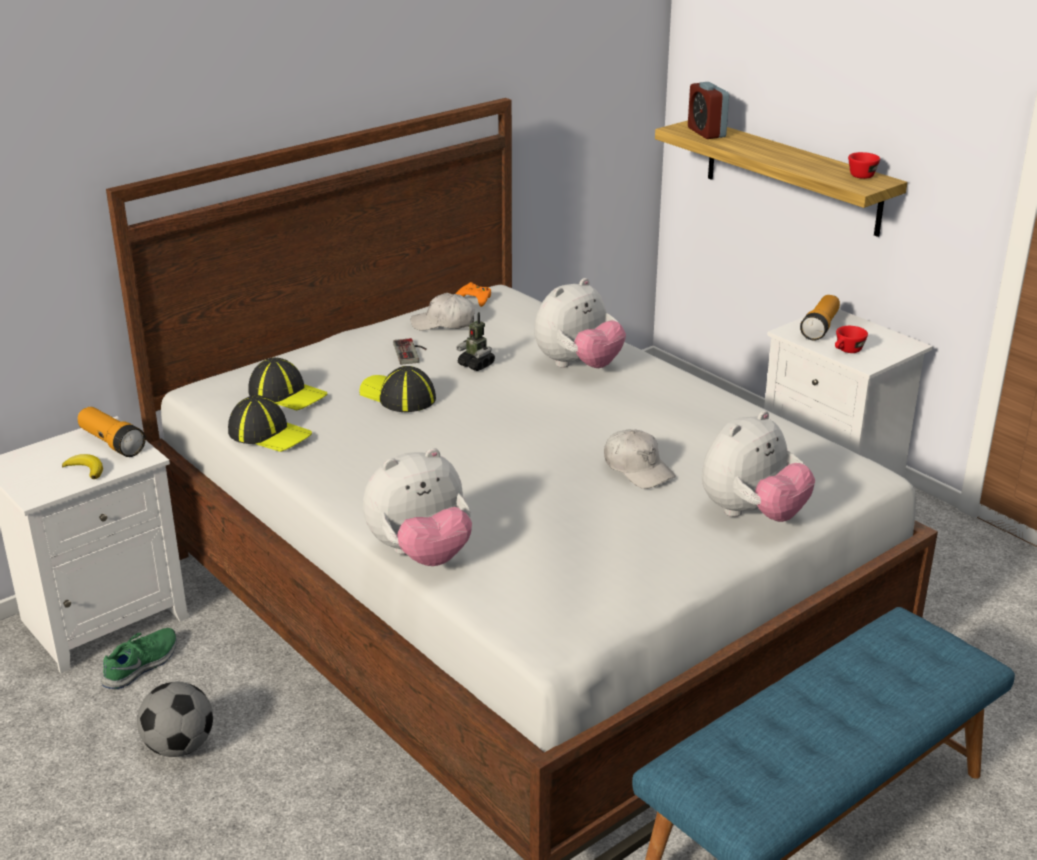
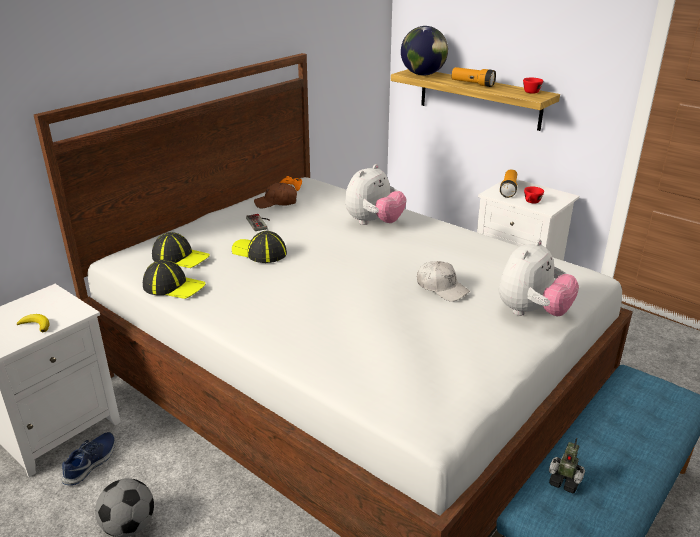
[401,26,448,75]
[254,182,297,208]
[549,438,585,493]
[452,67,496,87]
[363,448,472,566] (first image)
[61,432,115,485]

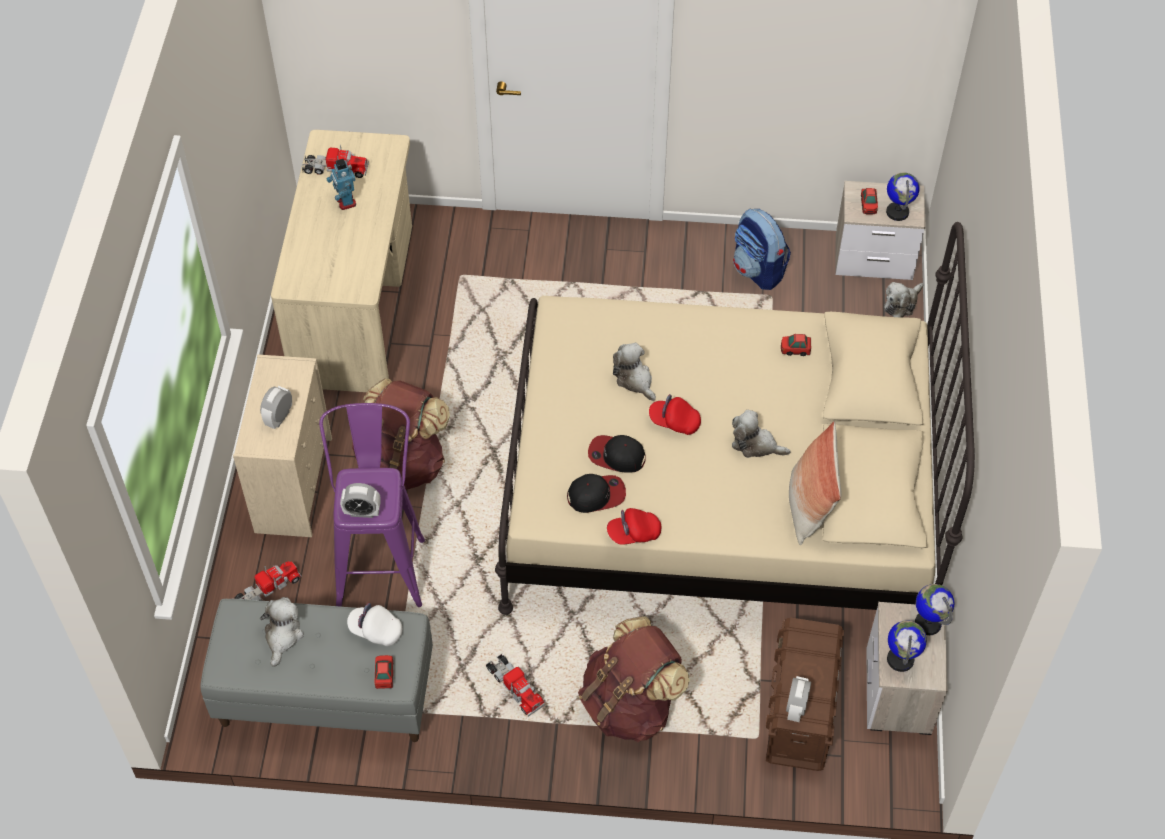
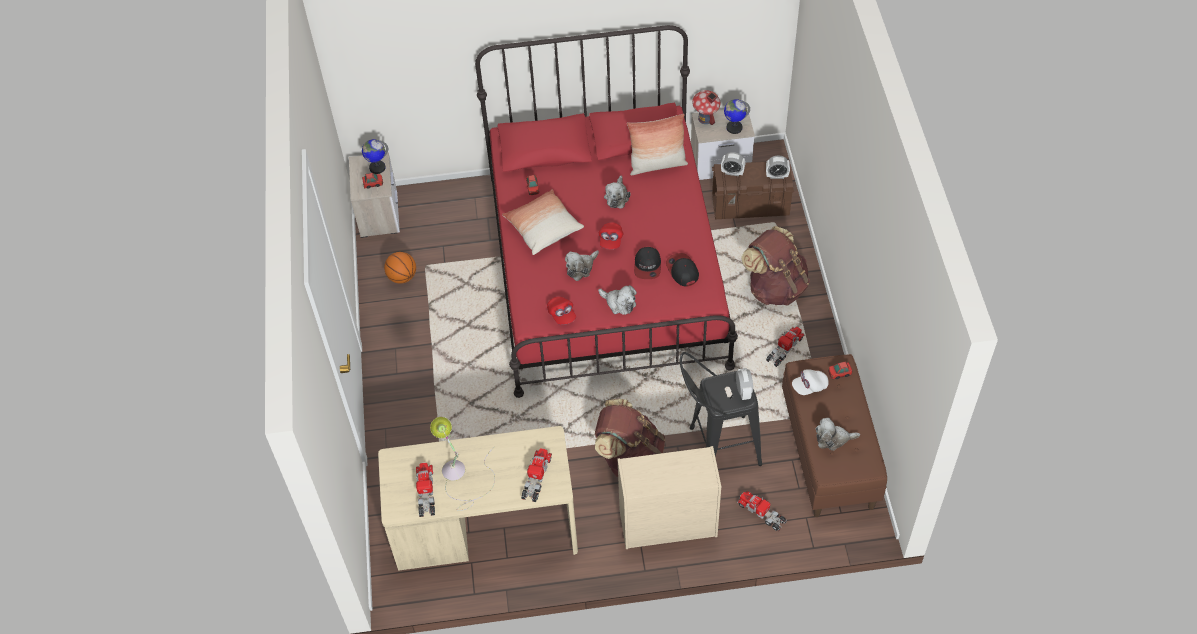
[430,417,495,511]
[384,252,416,284]
[475,25,738,398]
[598,285,637,315]
[721,152,746,176]
[680,352,762,466]
[547,297,576,325]
[692,90,721,125]
[782,354,887,517]
[792,369,829,395]
[502,189,584,255]
[521,448,552,502]

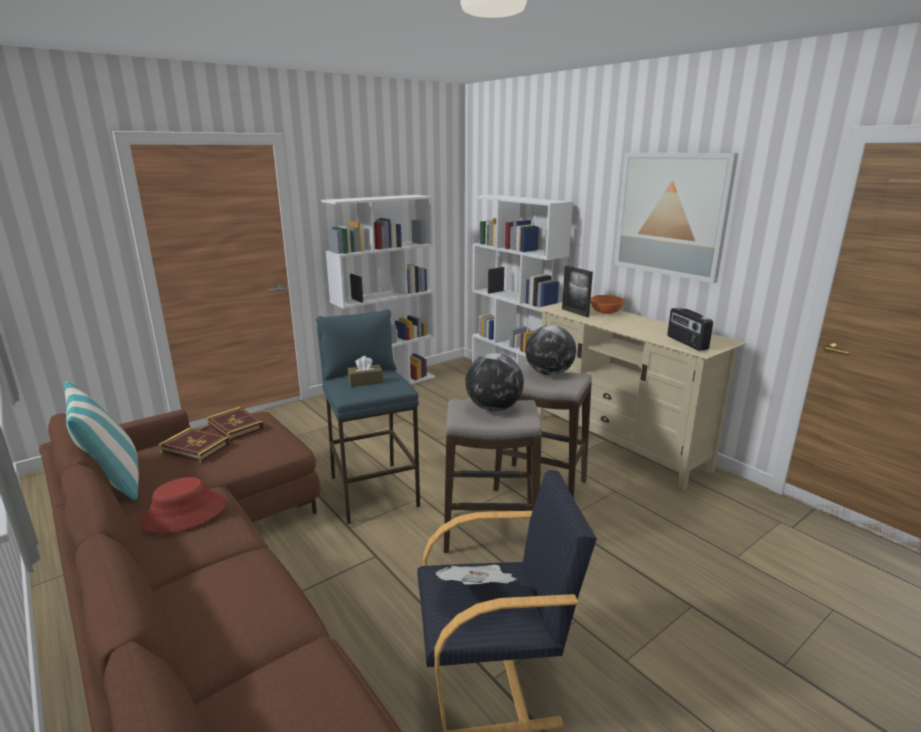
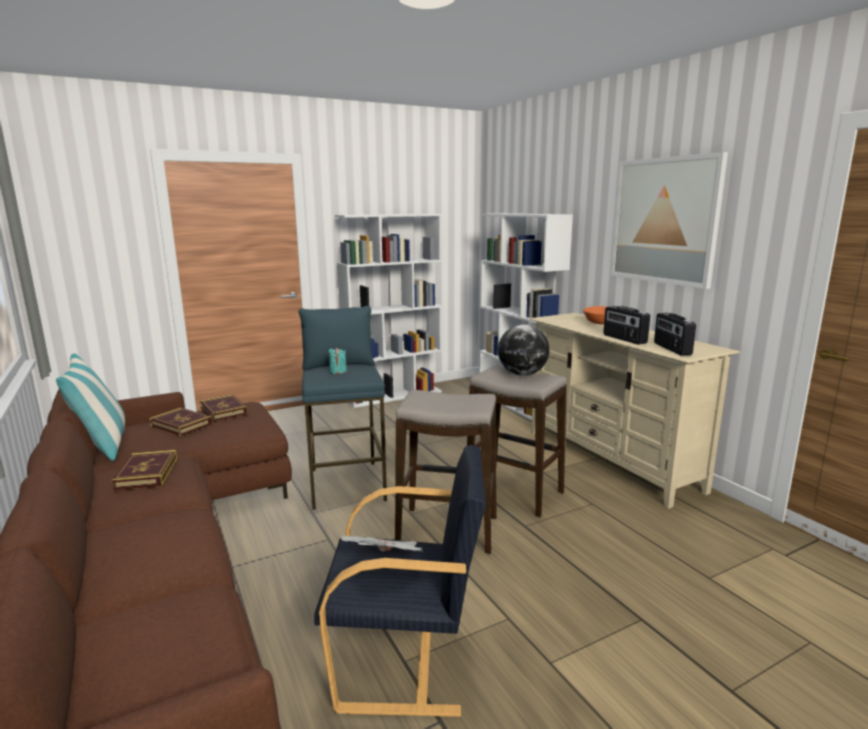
[562,266,593,317] (first image)
[465,353,524,411] (first image)
[328,348,347,374]
[112,450,177,491]
[603,306,650,345]

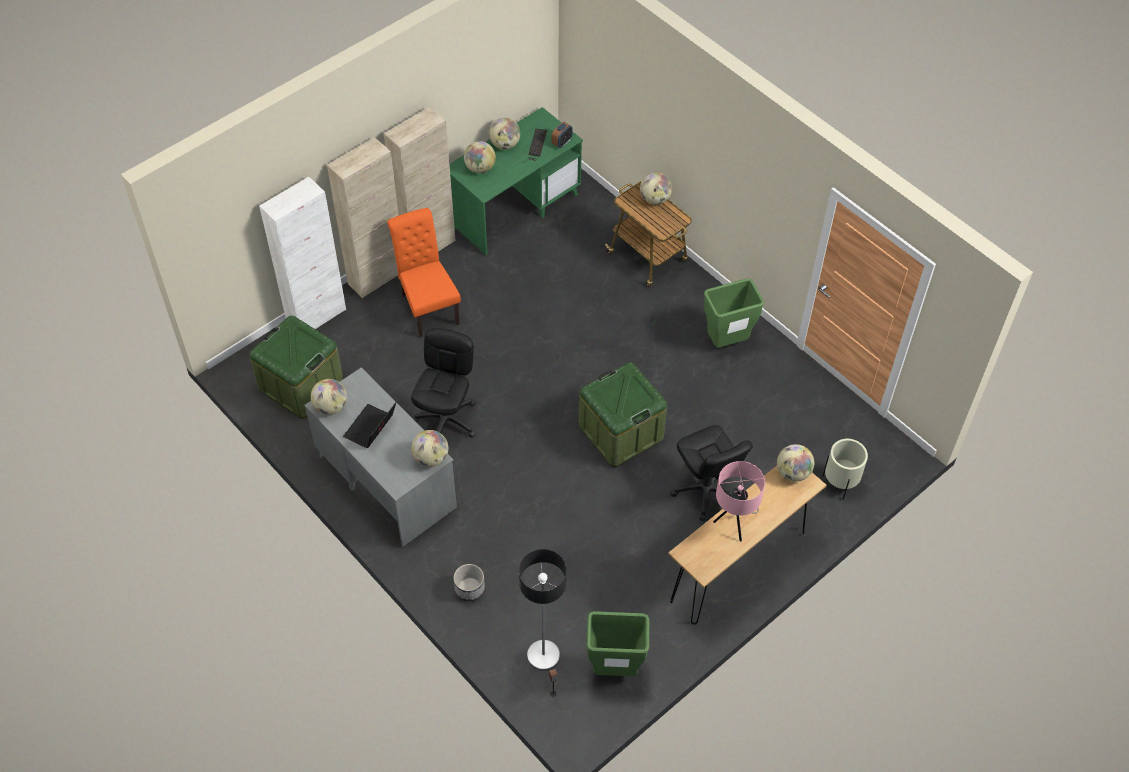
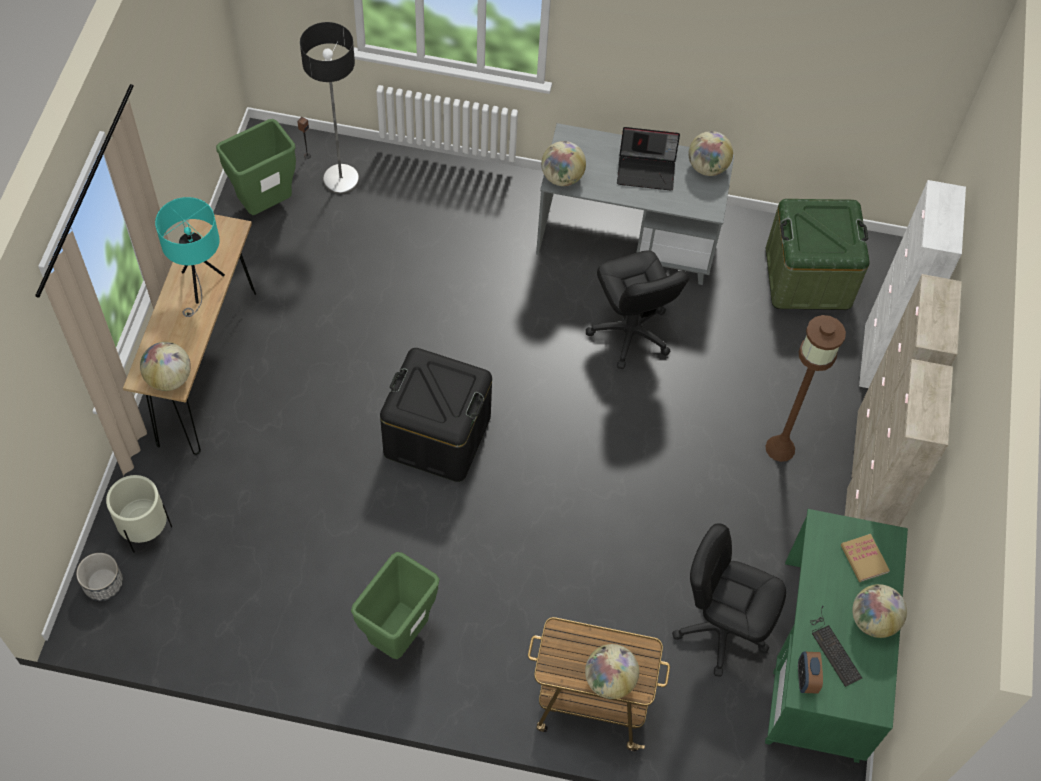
[841,534,890,582]
[765,315,846,462]
[380,348,492,482]
[617,127,680,191]
[672,523,786,677]
[155,197,225,317]
[76,553,123,602]

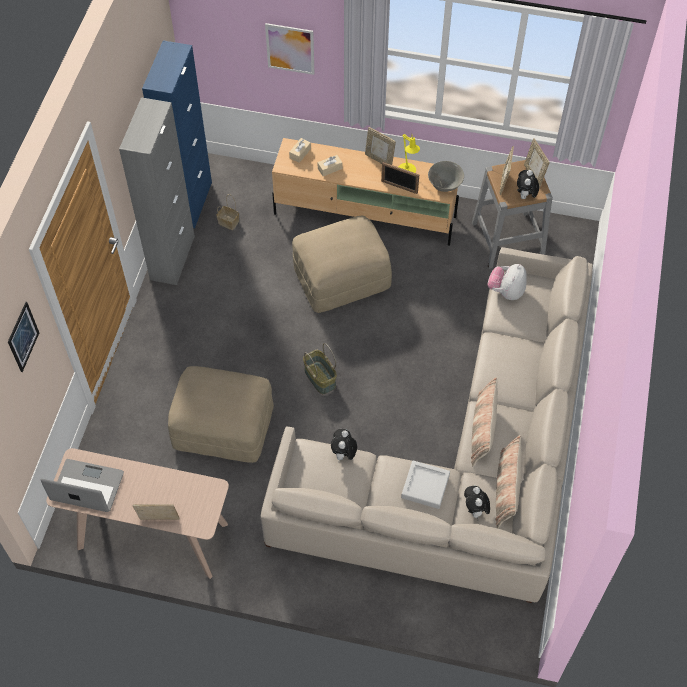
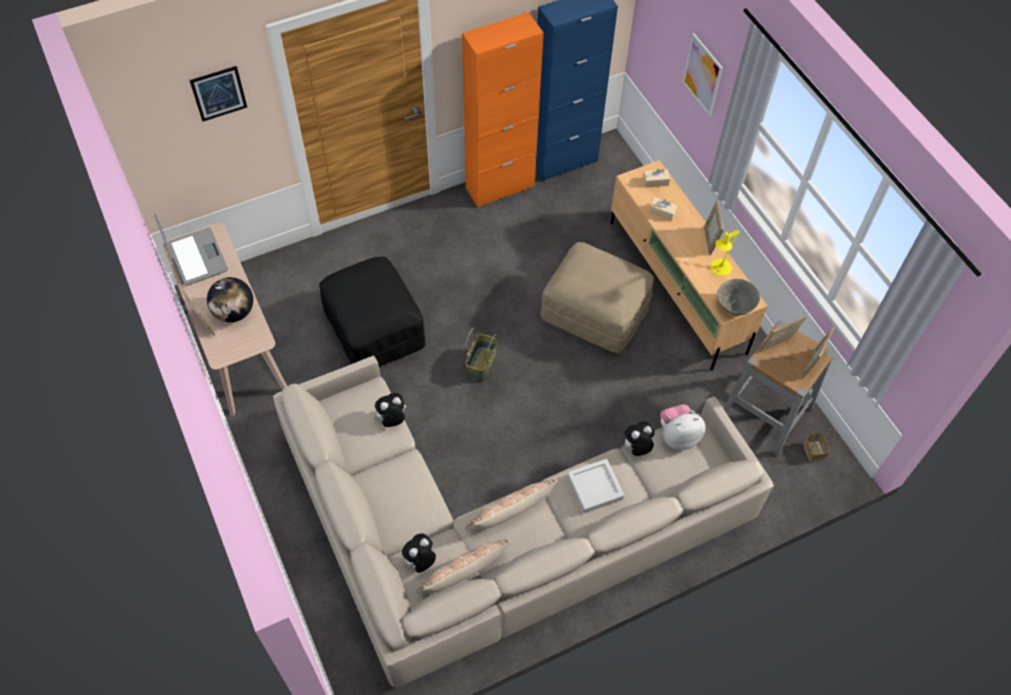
[462,12,544,207]
[381,162,419,194] (first image)
[622,421,655,456]
[803,427,836,462]
[319,256,425,367]
[567,459,624,513]
[207,277,253,322]

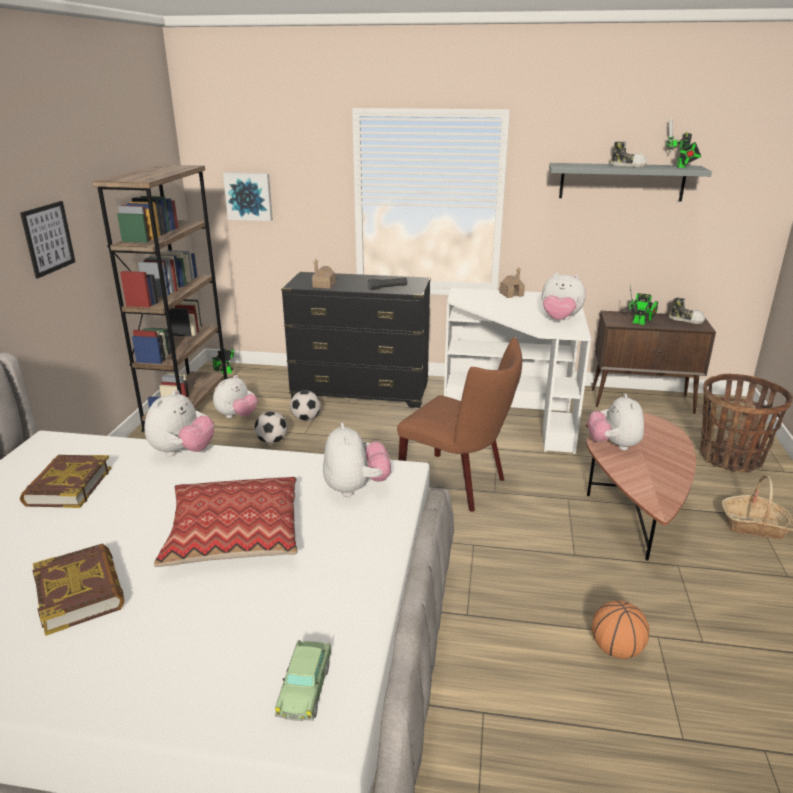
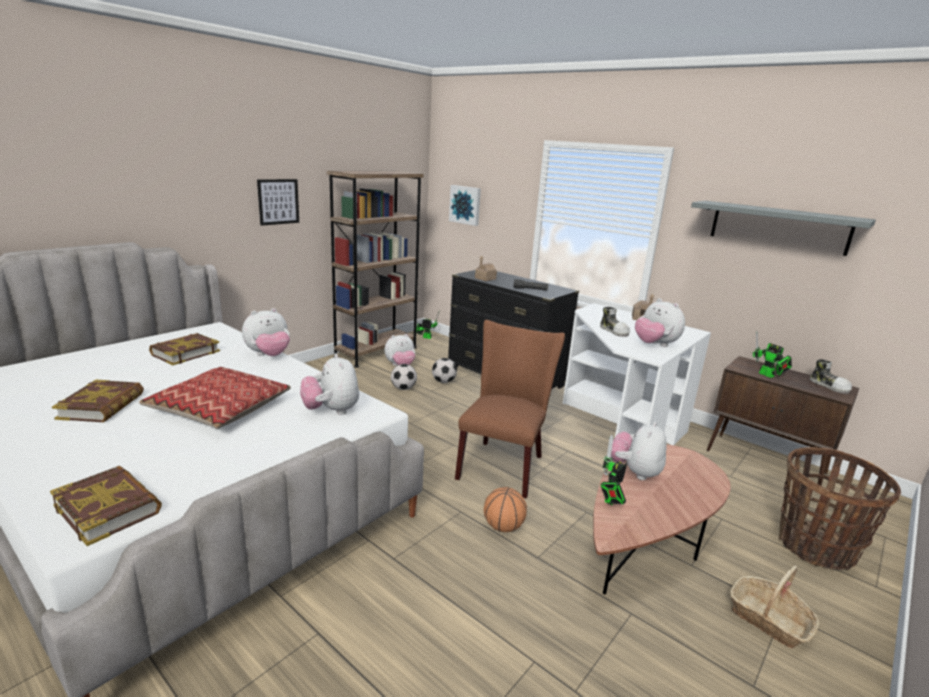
[600,435,627,505]
[600,307,630,337]
[455,320,565,498]
[300,353,359,415]
[484,487,527,532]
[50,466,162,546]

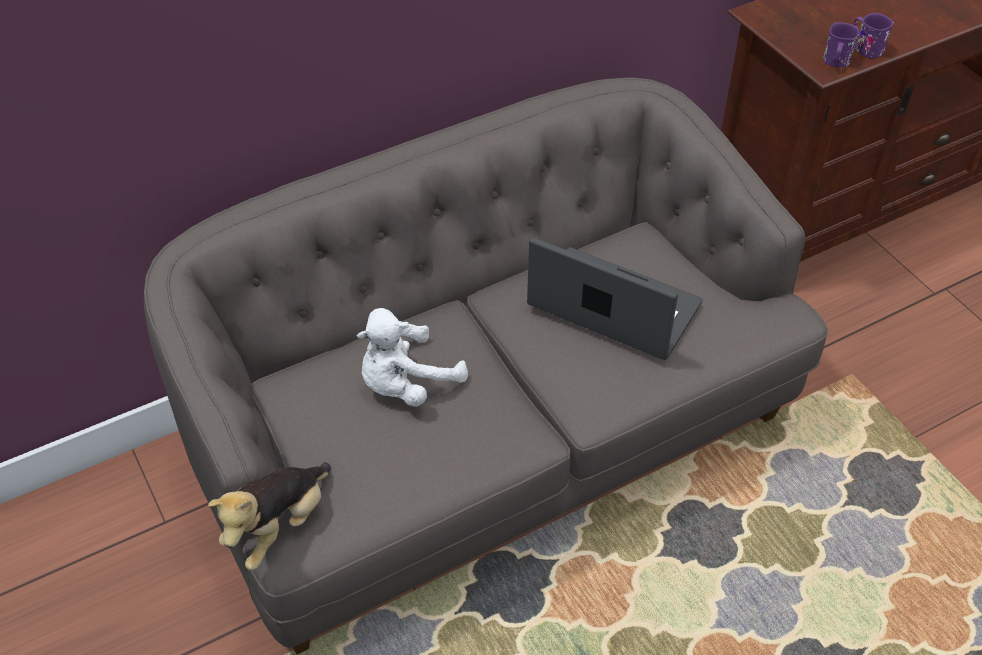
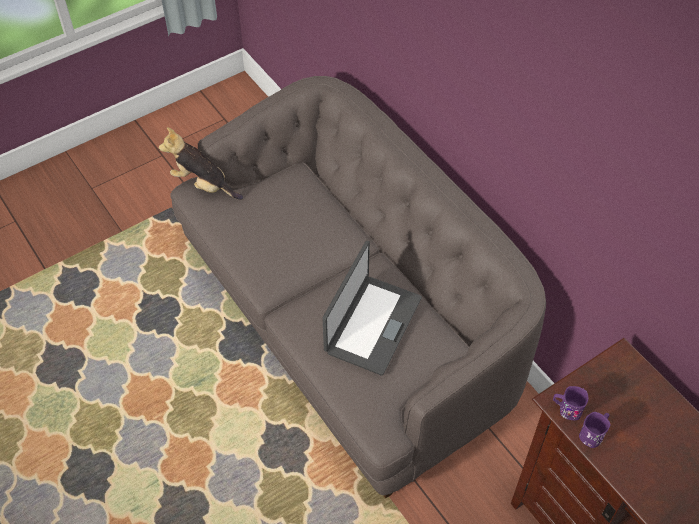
[357,308,468,407] (first image)

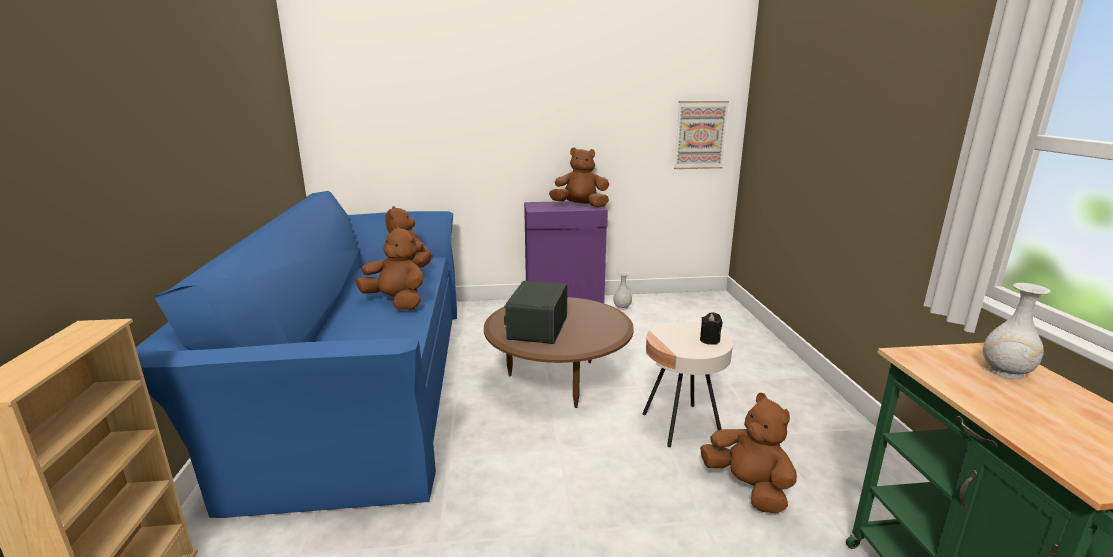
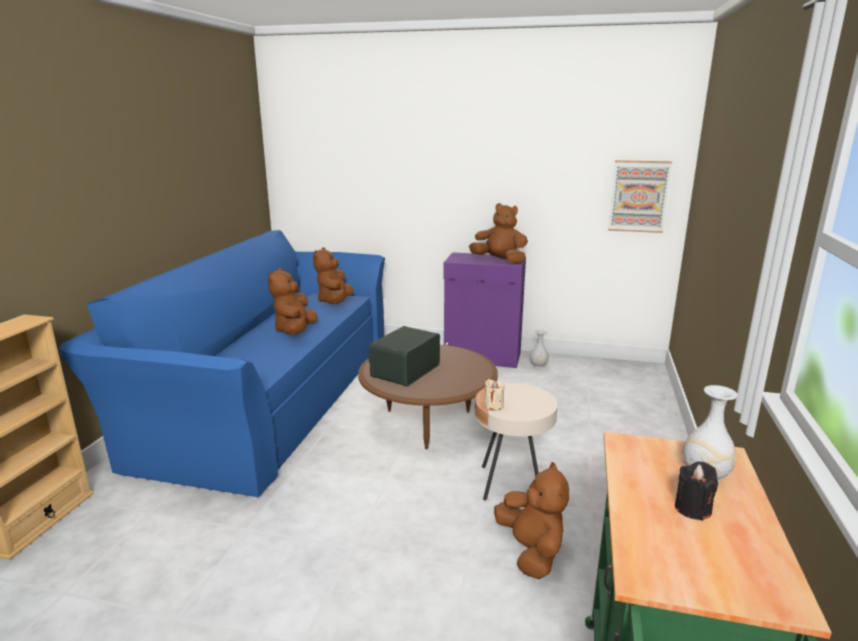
[268,268,318,335]
[675,461,718,521]
[484,379,504,411]

